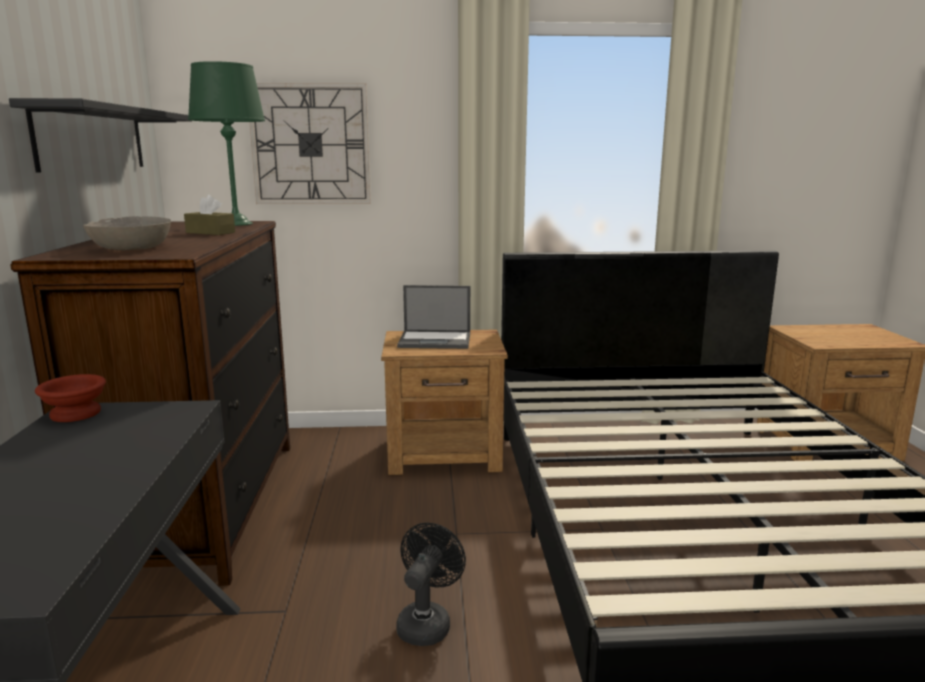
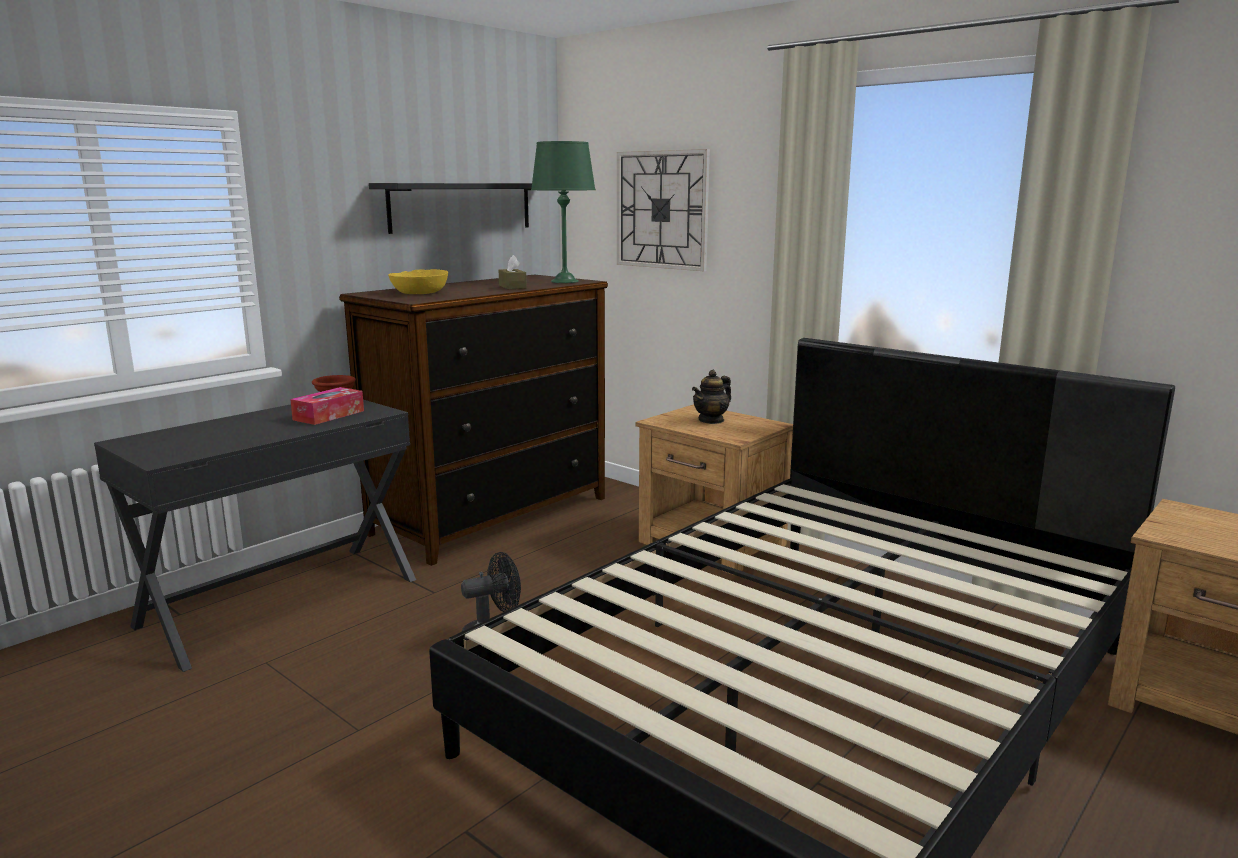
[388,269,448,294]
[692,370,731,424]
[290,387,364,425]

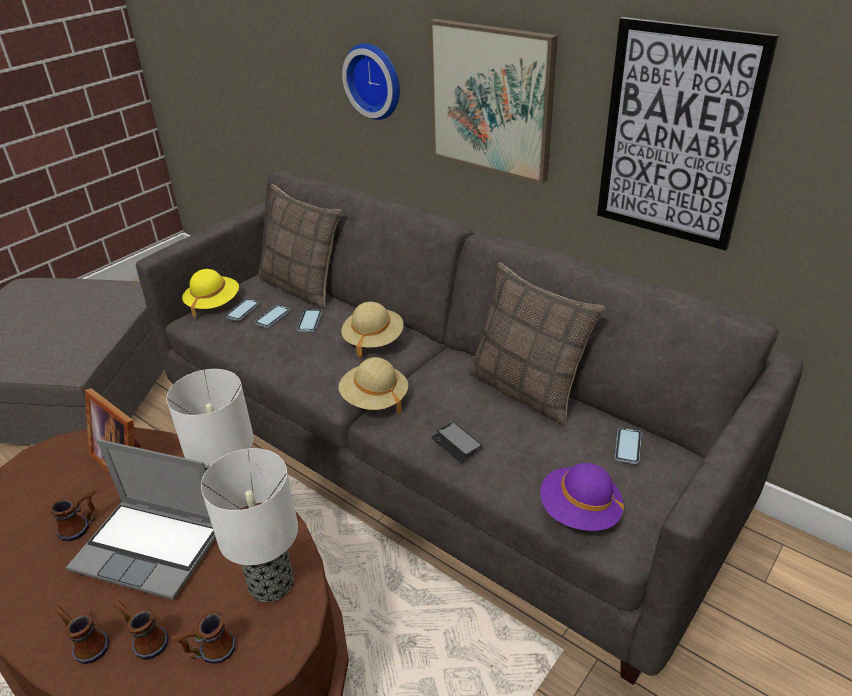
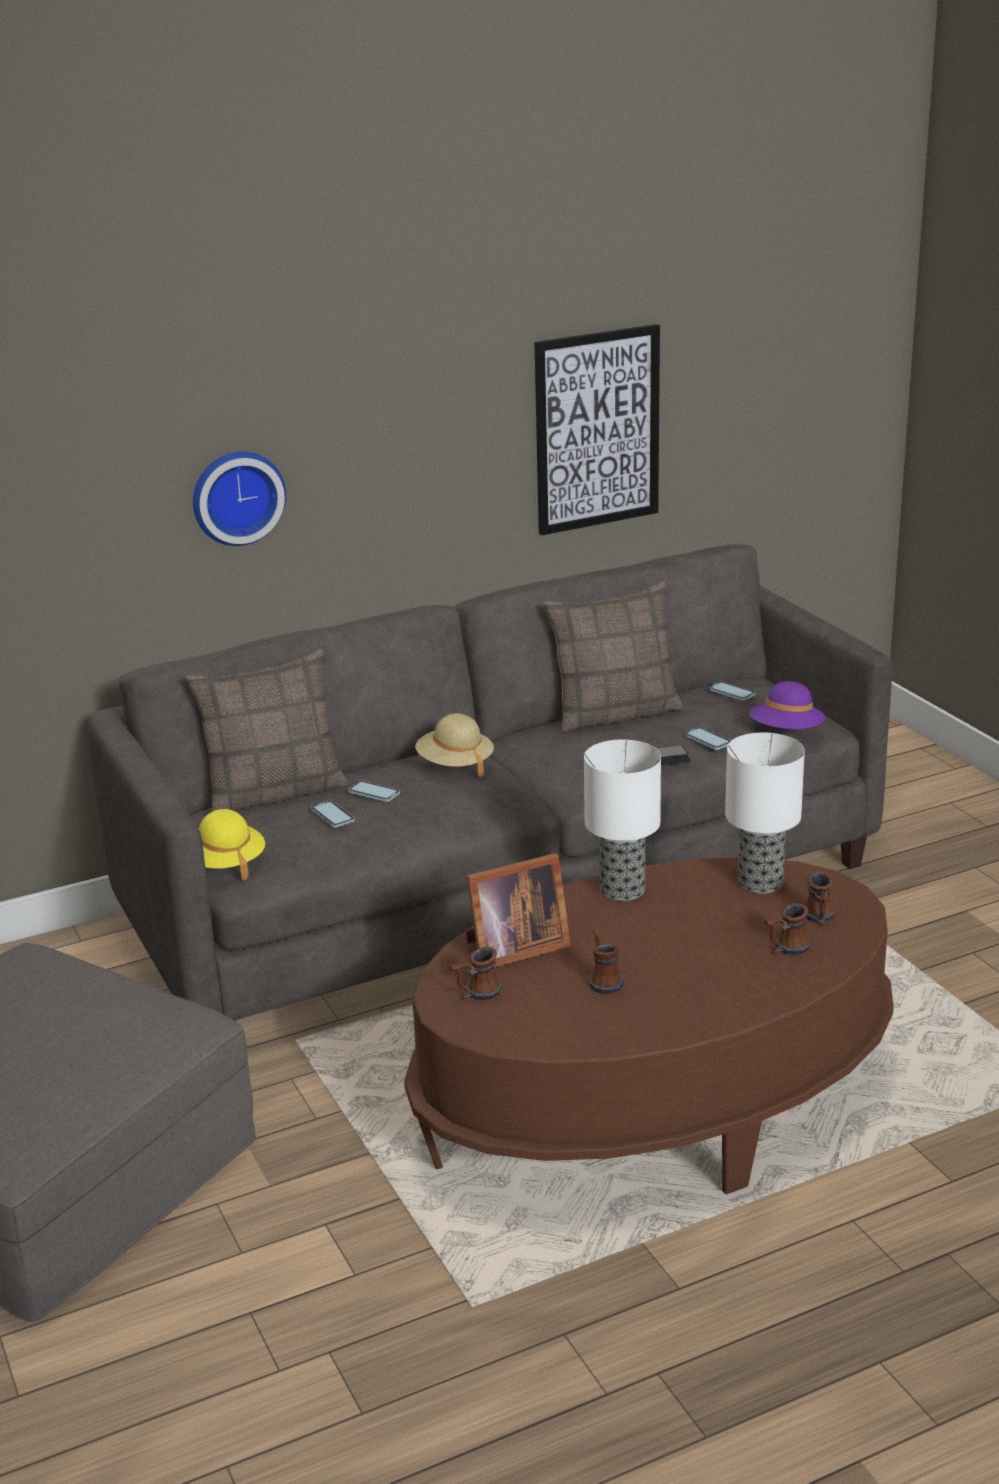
[429,19,558,184] (first image)
[685,727,731,750]
[339,357,408,414] (first image)
[66,439,216,600] (first image)
[449,947,501,1000]

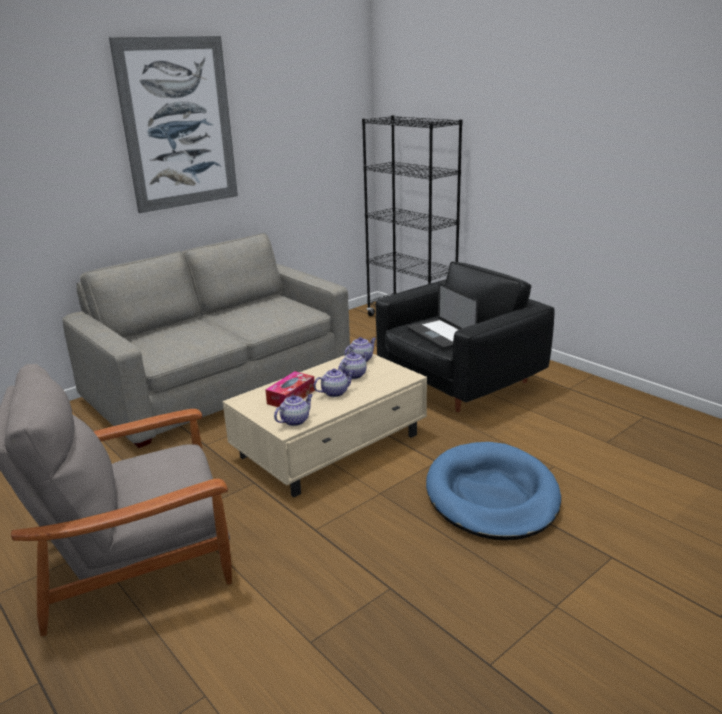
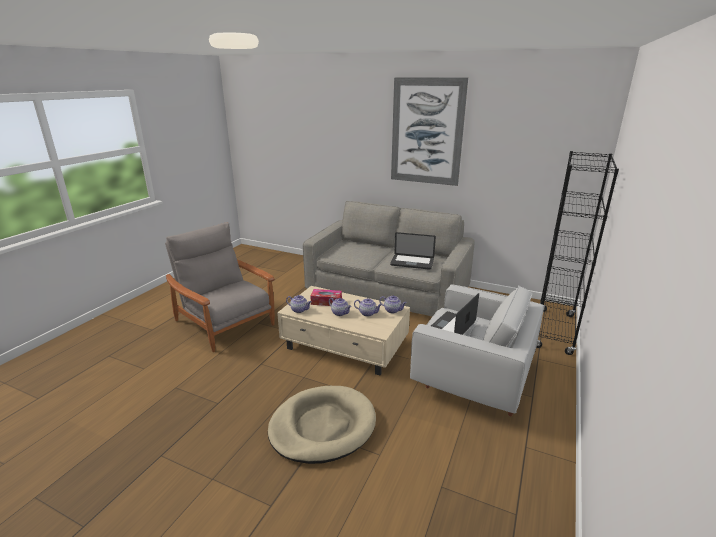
[410,284,544,417]
[268,386,376,464]
[390,232,436,270]

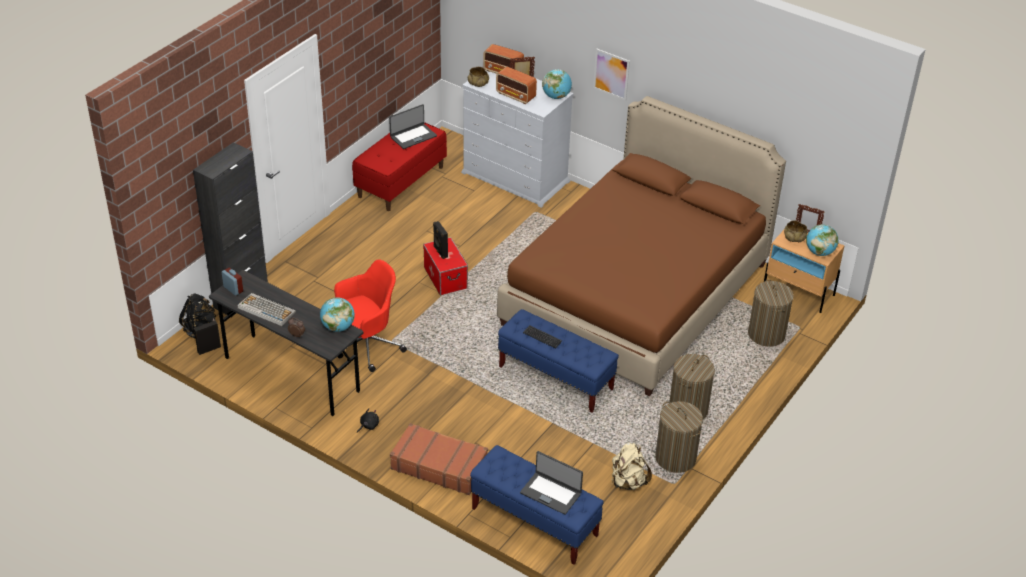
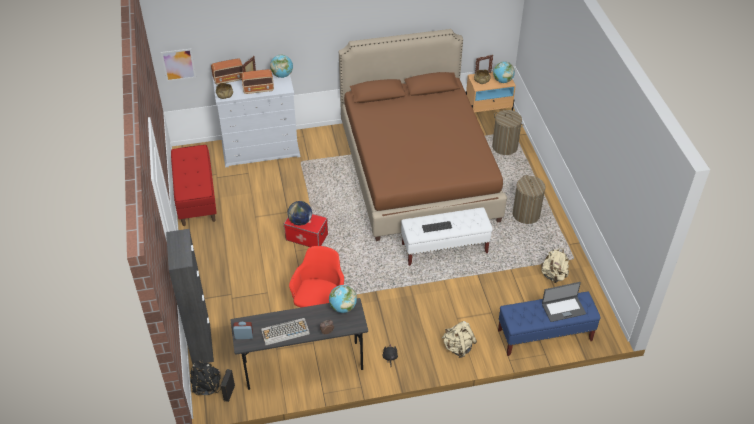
[161,49,196,81]
[389,104,437,149] (first image)
[288,201,312,225]
[401,207,493,266]
[655,401,703,473] (first image)
[442,321,477,358]

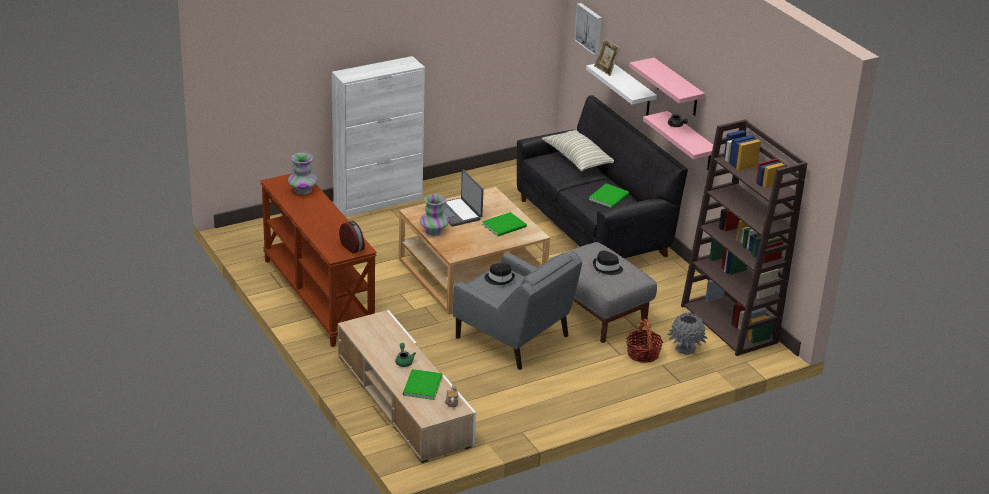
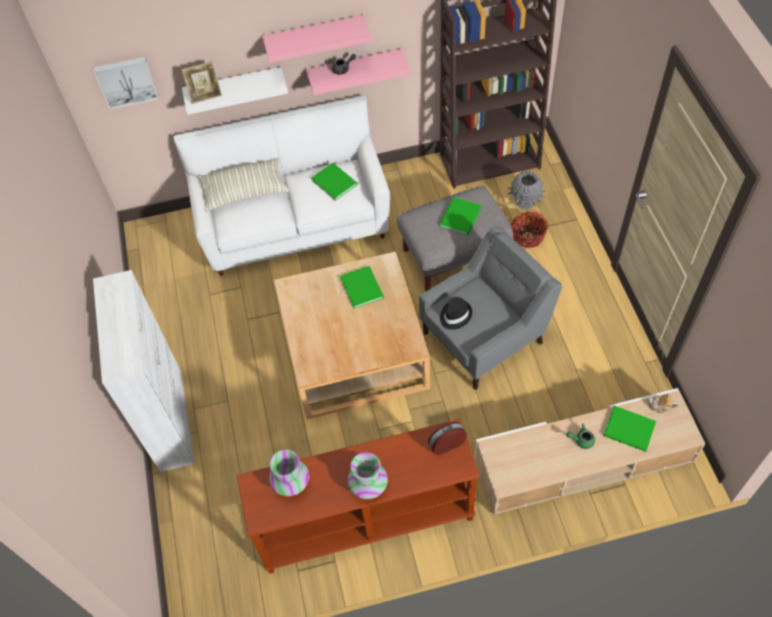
[173,95,390,276]
[443,169,484,227] (first image)
[347,452,388,499]
[440,197,482,235]

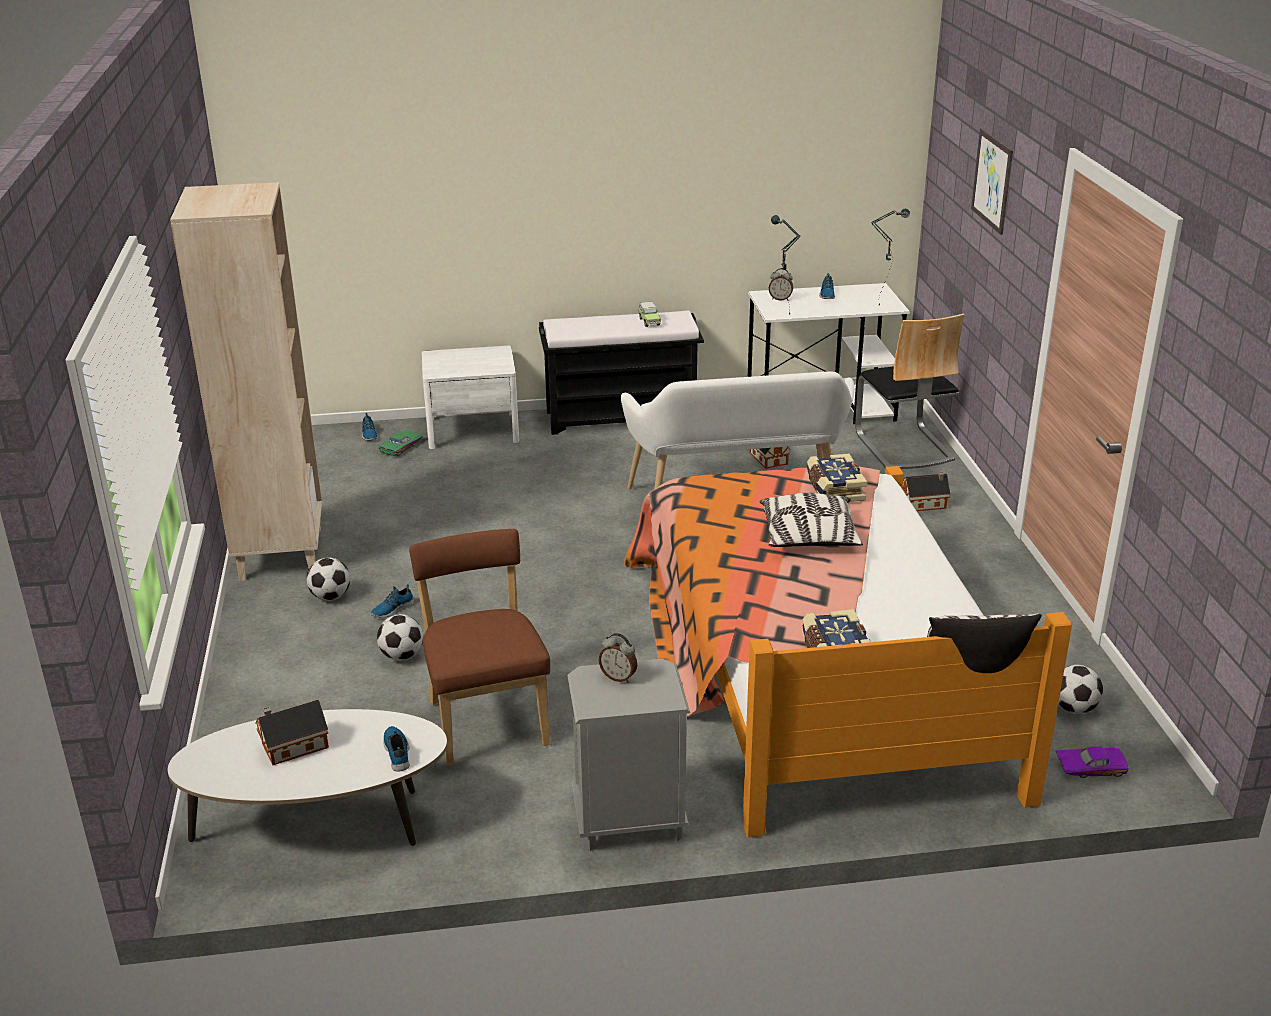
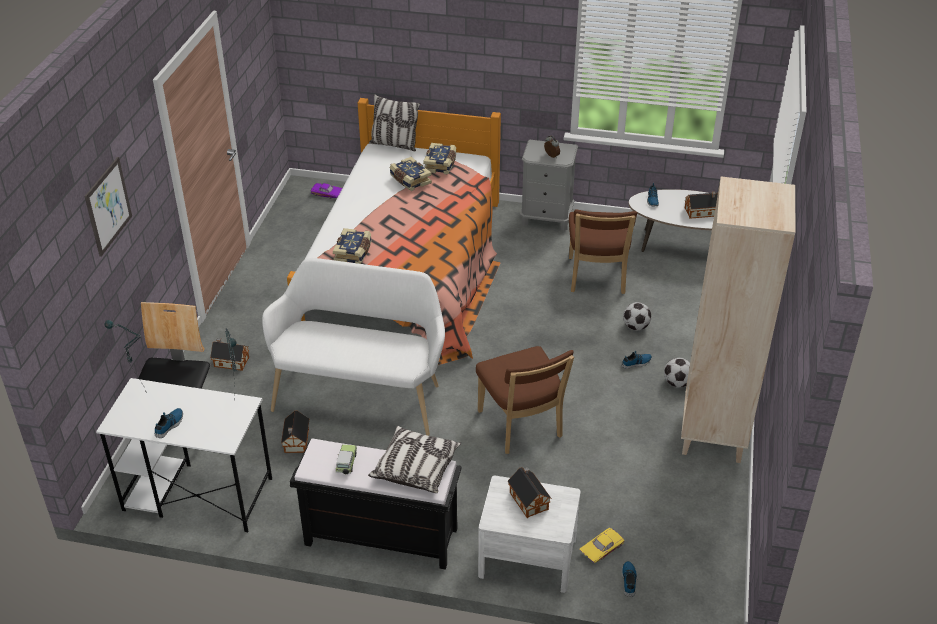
[769,268,793,301] (first image)
[579,528,624,563]
[368,426,461,493]
[1058,665,1103,714] (first image)
[389,157,432,191]
[476,346,574,454]
[507,467,552,518]

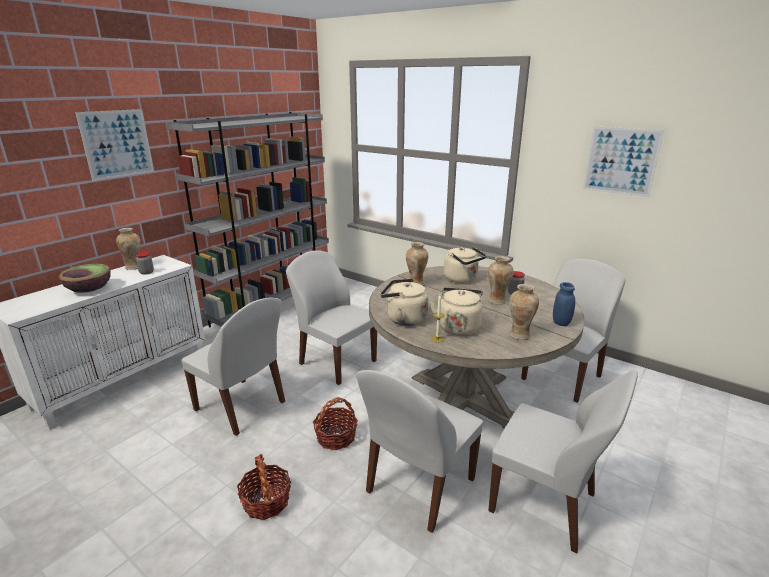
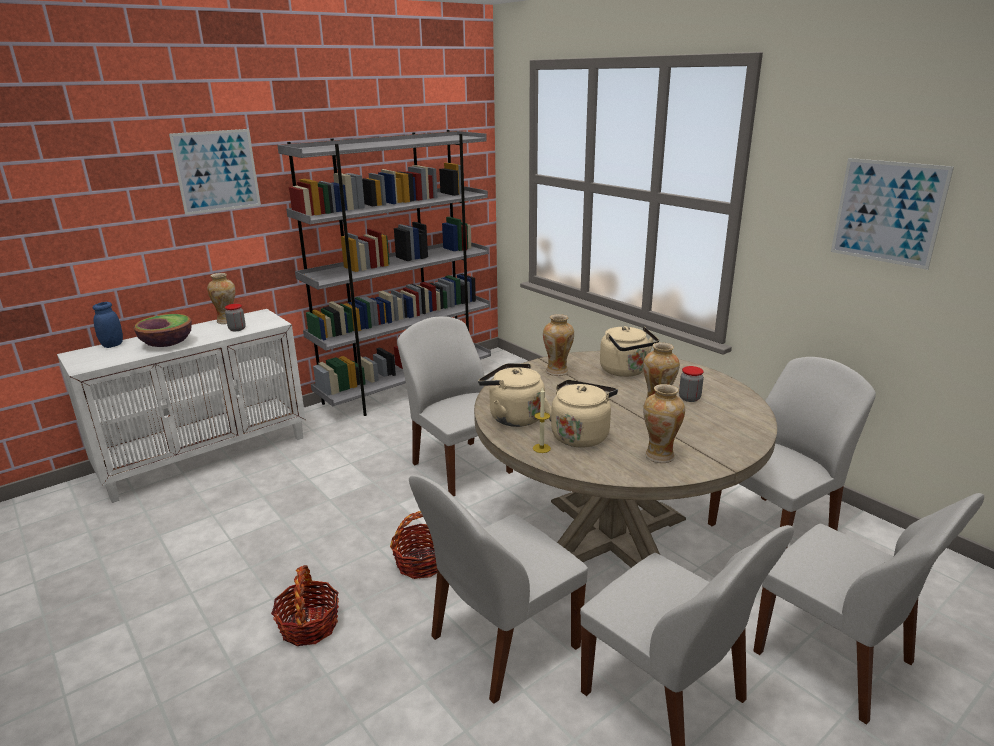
[93,302,123,348]
[753,493,984,725]

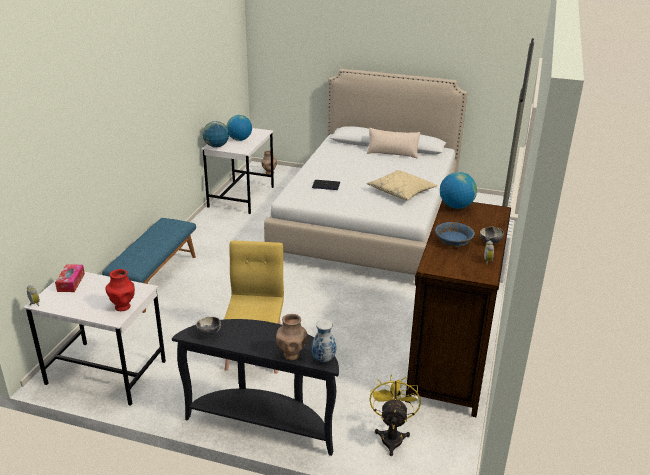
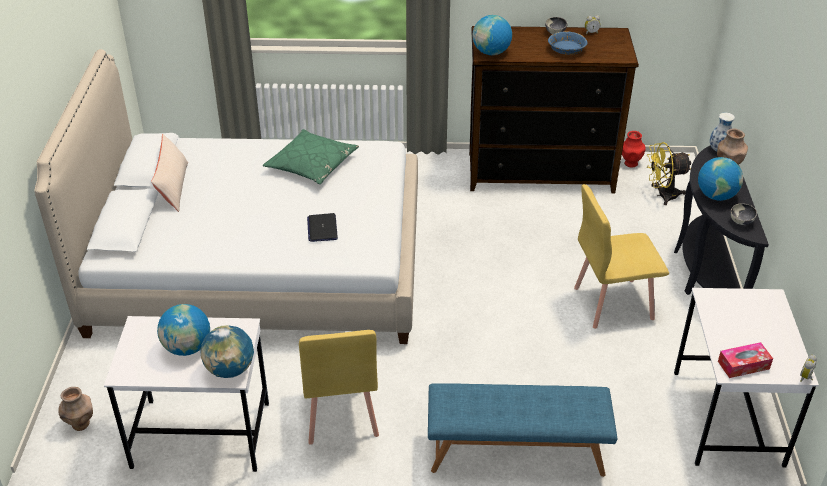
[263,129,359,184]
[622,131,646,168]
[698,157,743,201]
[299,330,379,445]

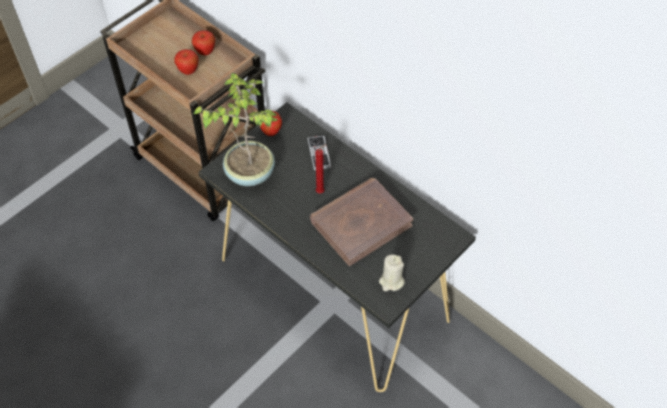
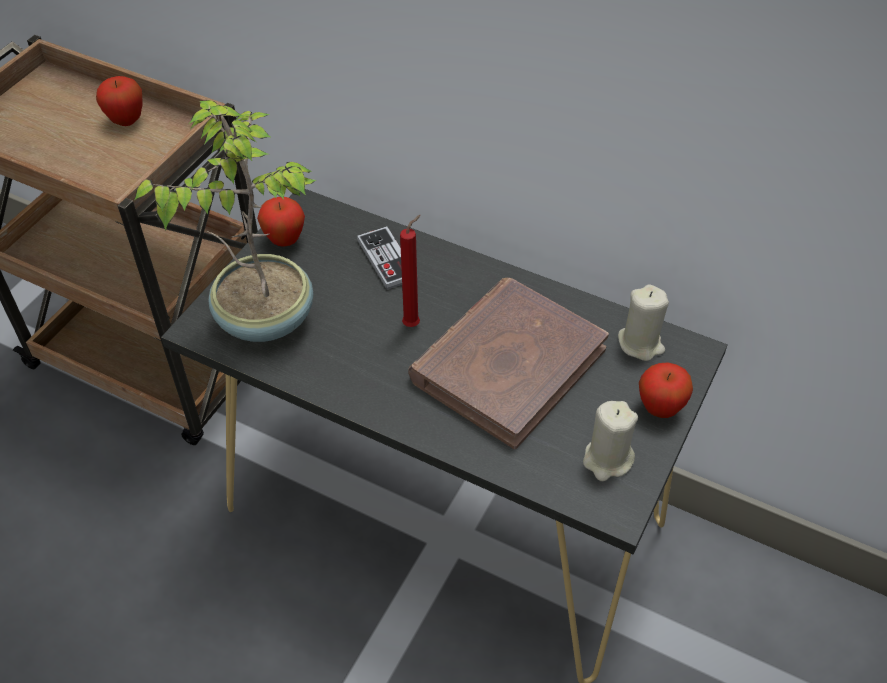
[639,362,693,418]
[618,285,669,361]

